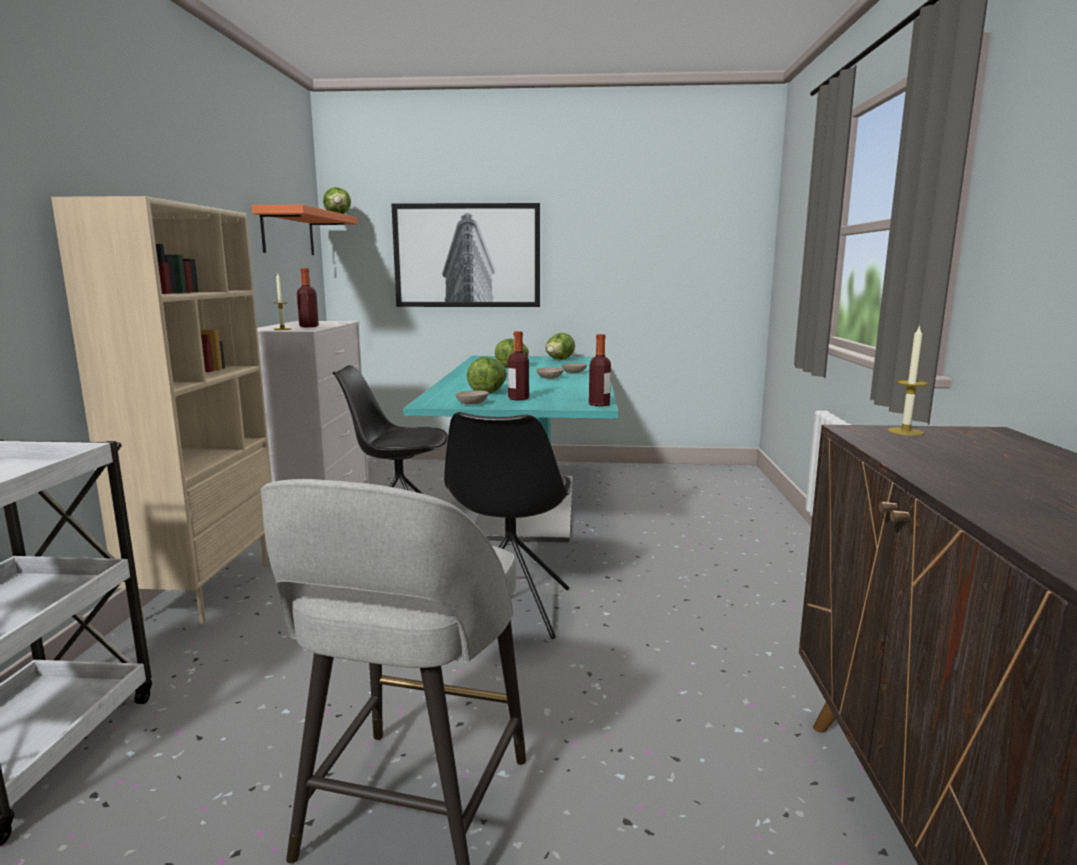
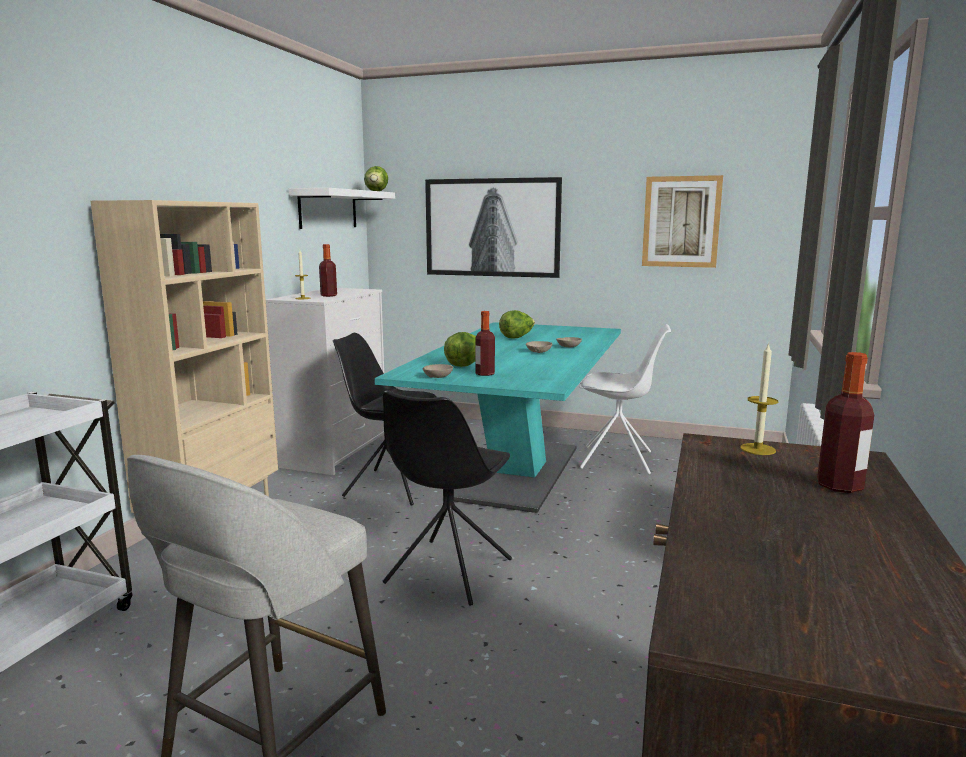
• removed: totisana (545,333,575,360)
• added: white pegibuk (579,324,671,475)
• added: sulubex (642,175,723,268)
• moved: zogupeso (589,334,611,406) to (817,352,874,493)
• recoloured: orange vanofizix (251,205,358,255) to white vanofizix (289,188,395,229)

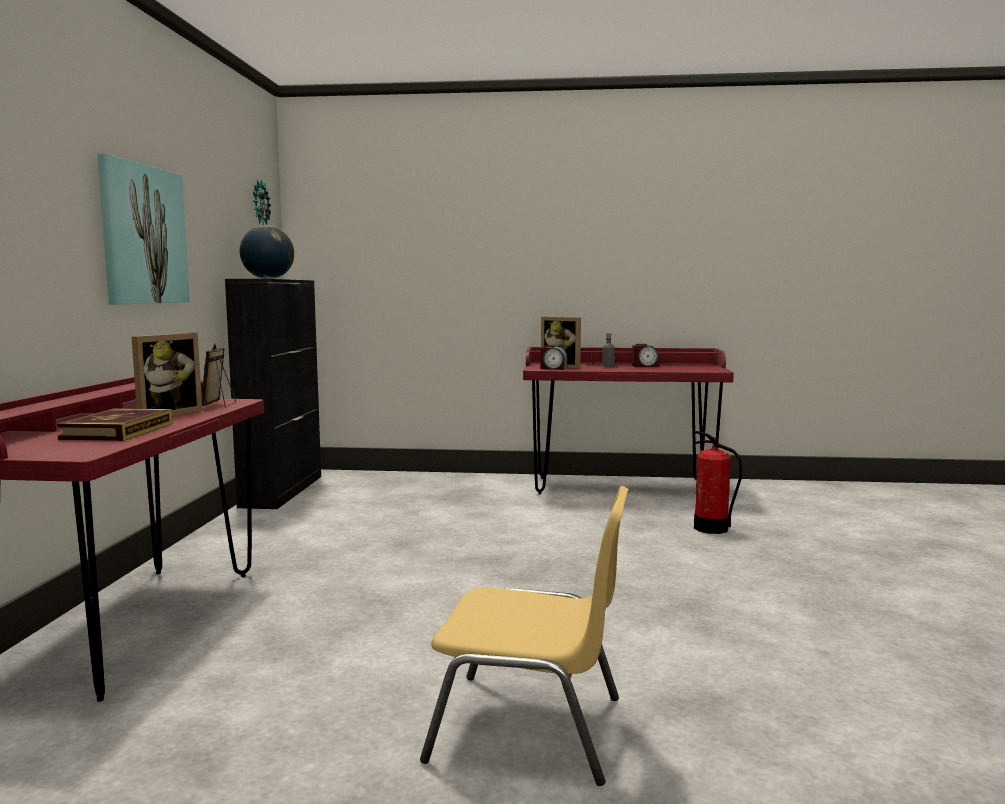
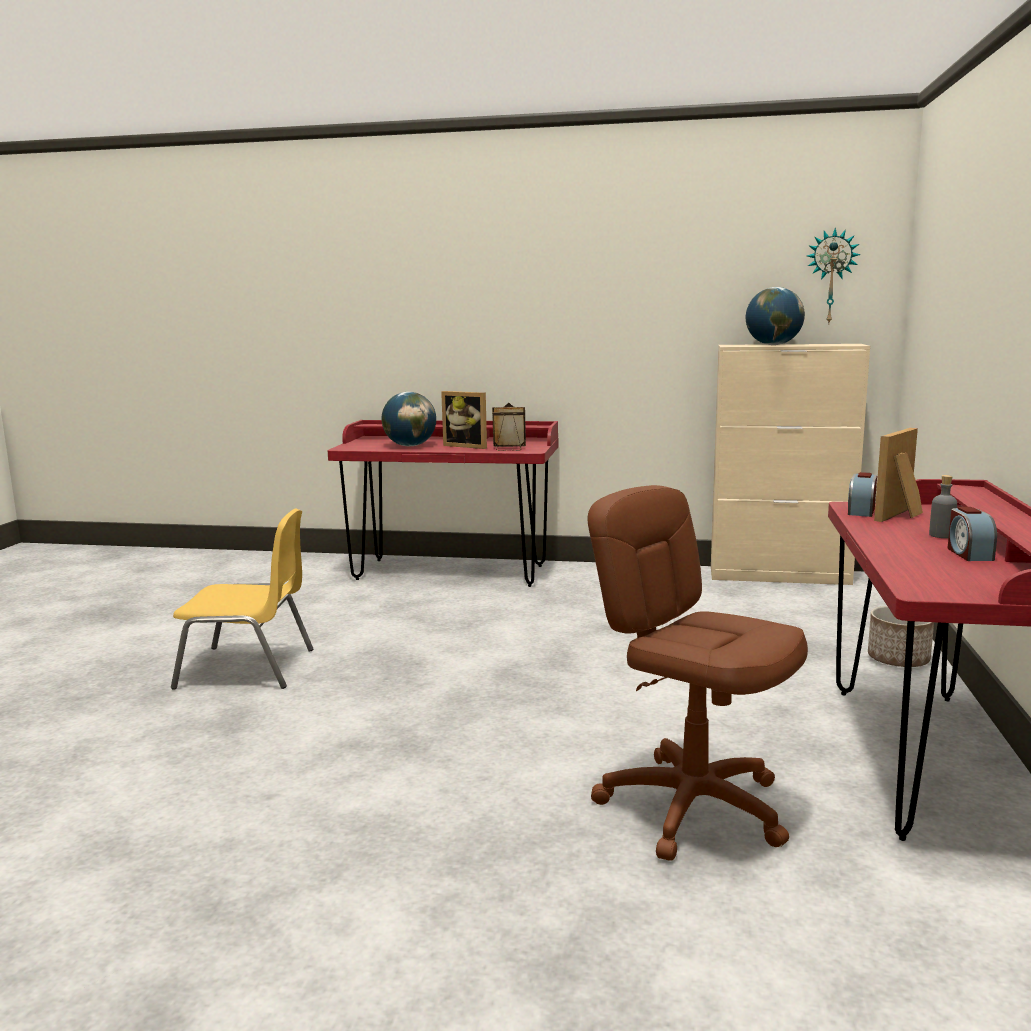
• removed: sulubex (97,153,190,305)
• added: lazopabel (868,606,934,667)
• replaced: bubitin (56,409,173,441) to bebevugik (382,392,436,446)
• replaced: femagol (694,431,742,534) to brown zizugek (588,485,808,861)
• recoloured: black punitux (225,279,321,509) to beige punitux (711,344,870,585)
• turned: yellow pegibuk (420,486,629,786) = (171,508,314,690) 105 degrees counterclockwise

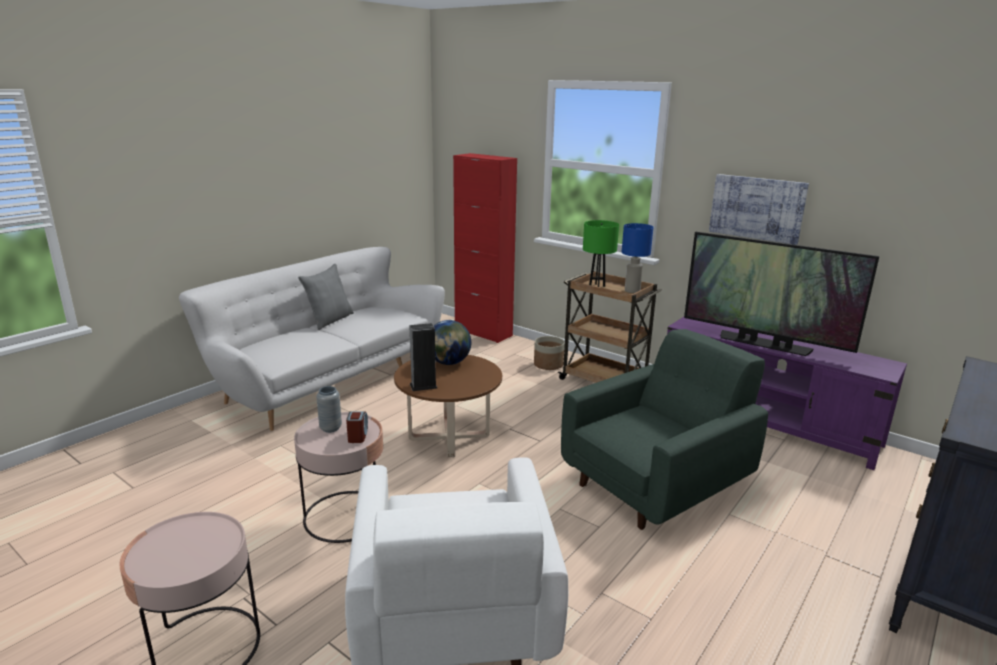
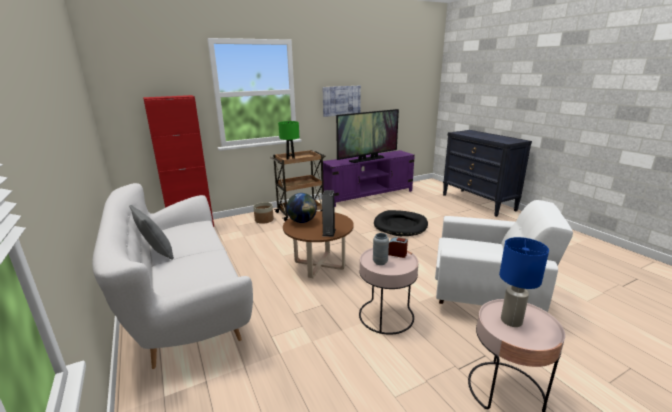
• moved: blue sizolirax (622,223,654,293) to (499,237,549,327)
• replaced: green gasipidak (561,329,768,530) to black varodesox (374,210,428,236)

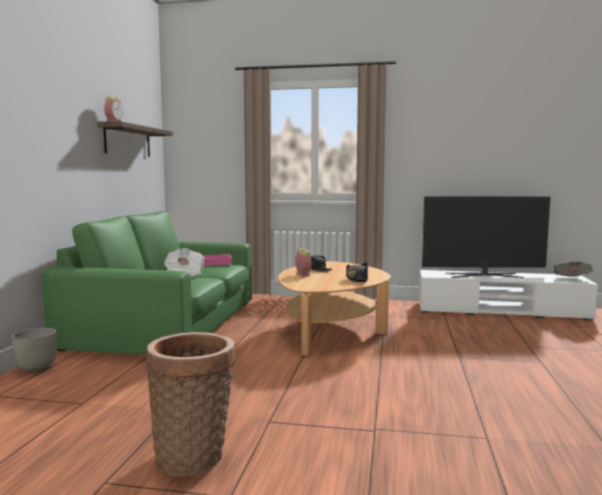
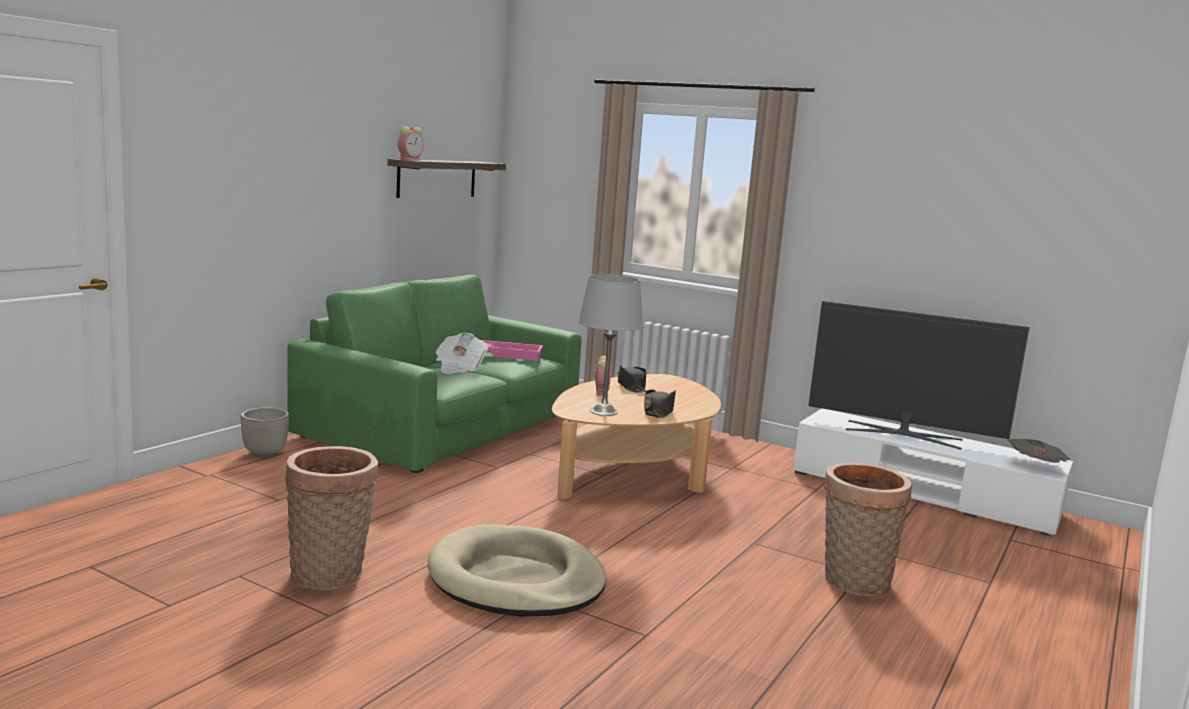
• added: beige varodesox (428,524,607,617)
• added: grey sizolirax (578,274,643,416)
• added: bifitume (824,462,912,597)

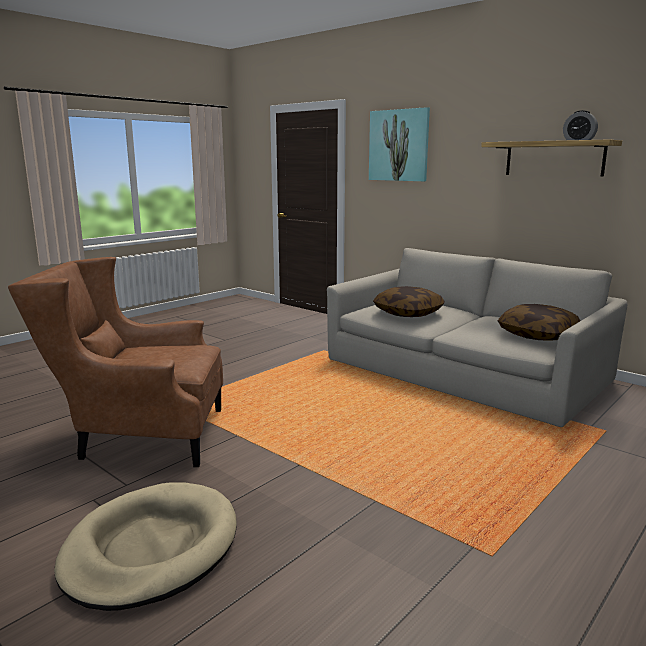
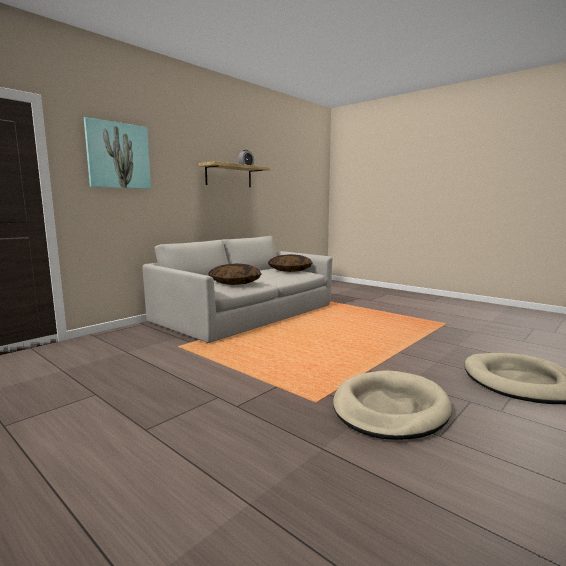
• replaced: brown gasipidak (8,257,223,467) to beige varodesox (333,370,452,440)

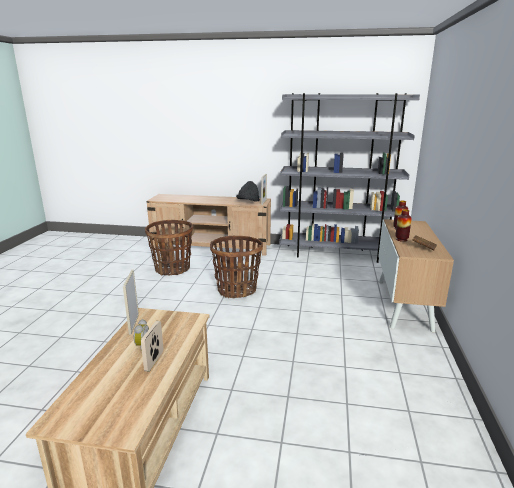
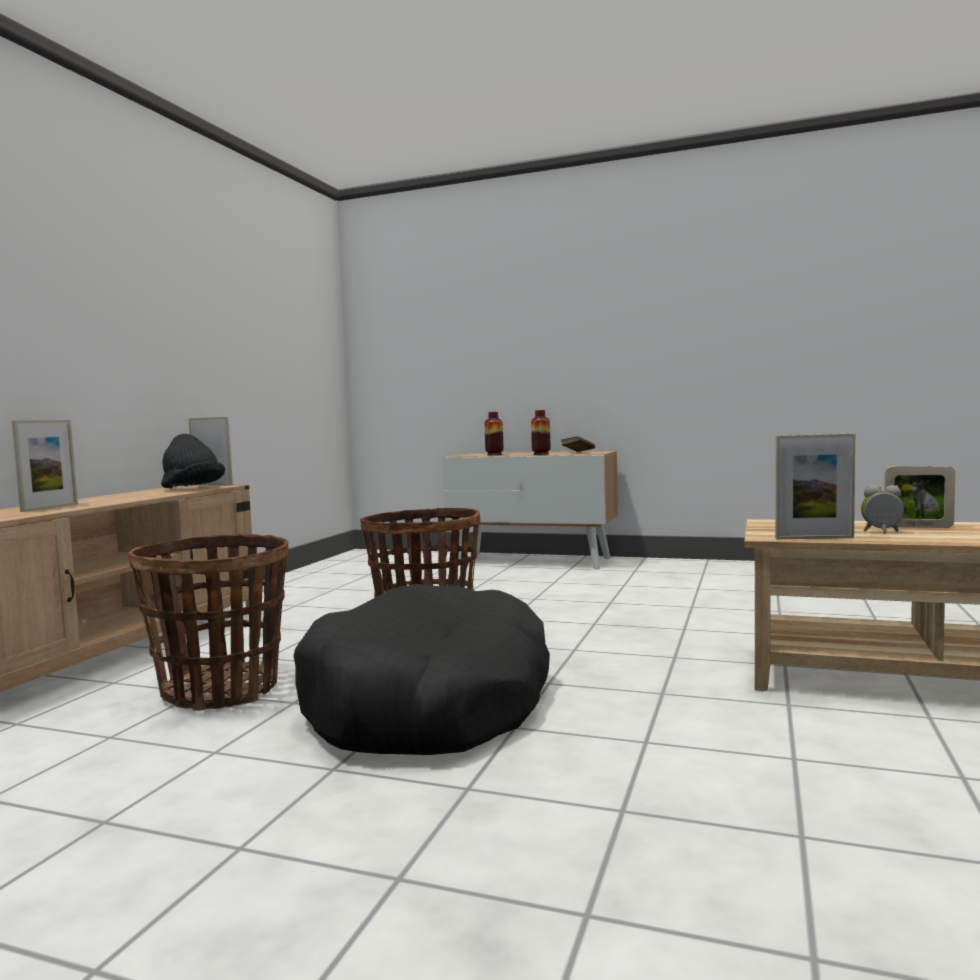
• removed: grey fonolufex (279,93,420,263)
• added: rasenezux (12,420,78,512)
• added: black varodesox (294,584,550,755)

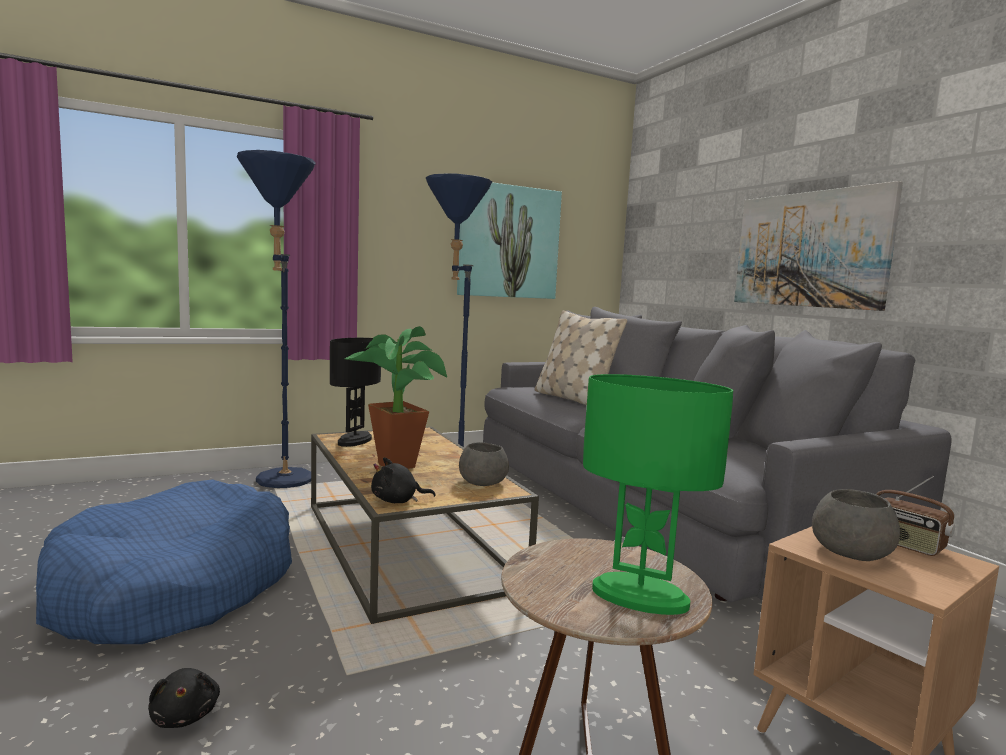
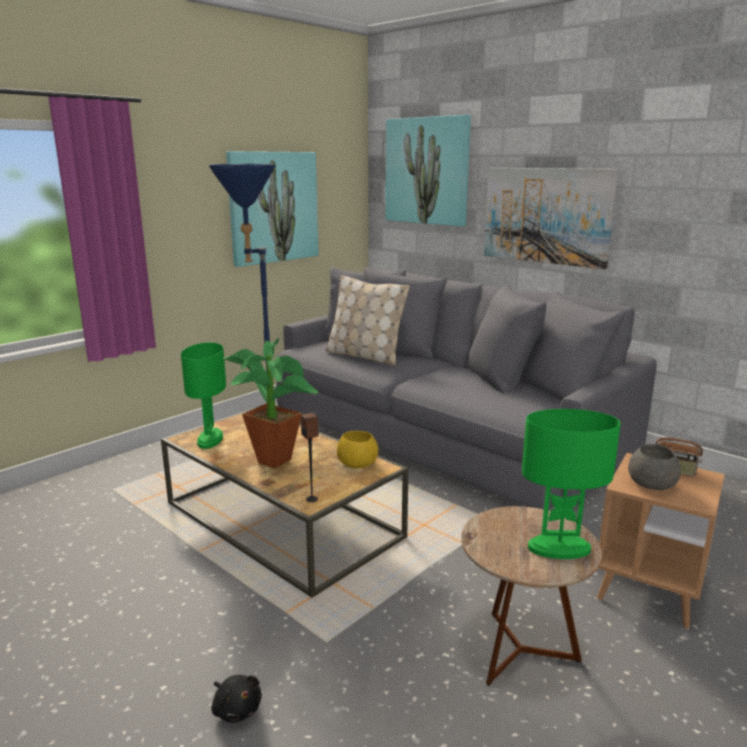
• removed: blue varodesox (36,479,292,644)
• removed: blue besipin (237,150,316,488)
• added: sulubex (385,115,471,227)
• replaced: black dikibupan (371,457,436,503) to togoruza (301,413,319,502)
• recoloured: black sizolirax (330,338,381,447) to green sizolirax (181,342,226,449)
• recoloured: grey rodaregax (459,442,509,486) to yellow rodaregax (337,431,378,468)

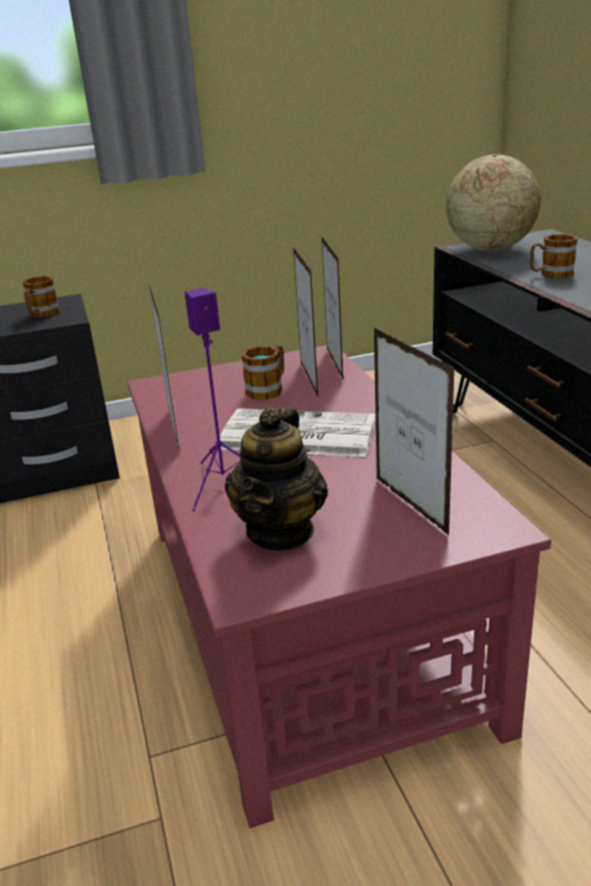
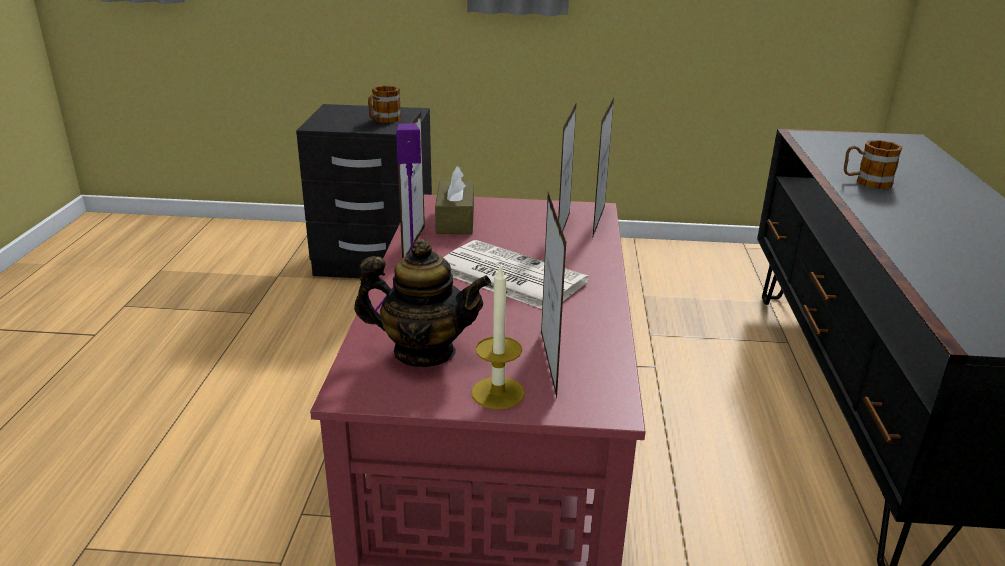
• removed: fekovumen (241,345,284,400)
• removed: bebevugik (446,154,541,251)
• added: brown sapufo (435,166,474,234)
• added: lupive (471,264,525,409)
• turned: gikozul (225,406,328,551) = (354,239,491,367) 120 degrees counterclockwise

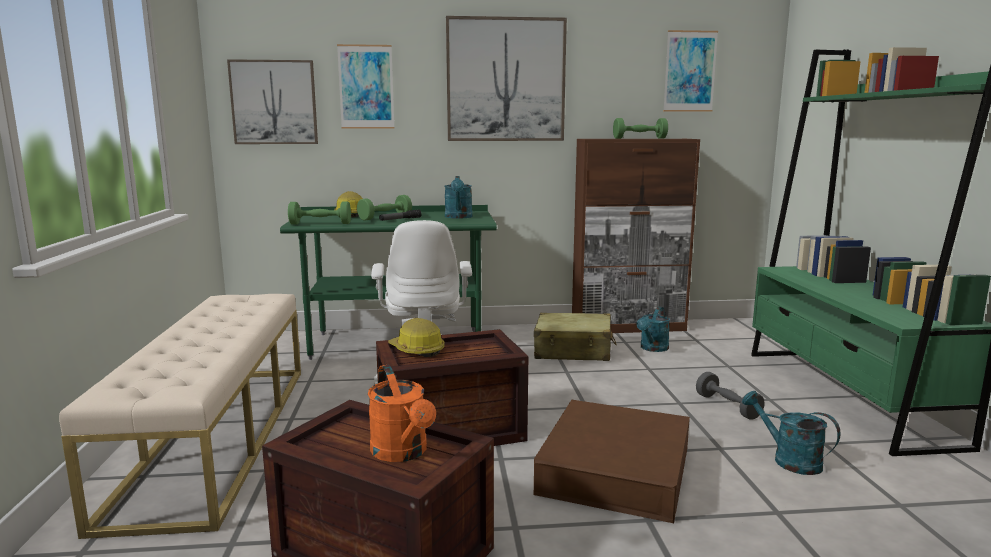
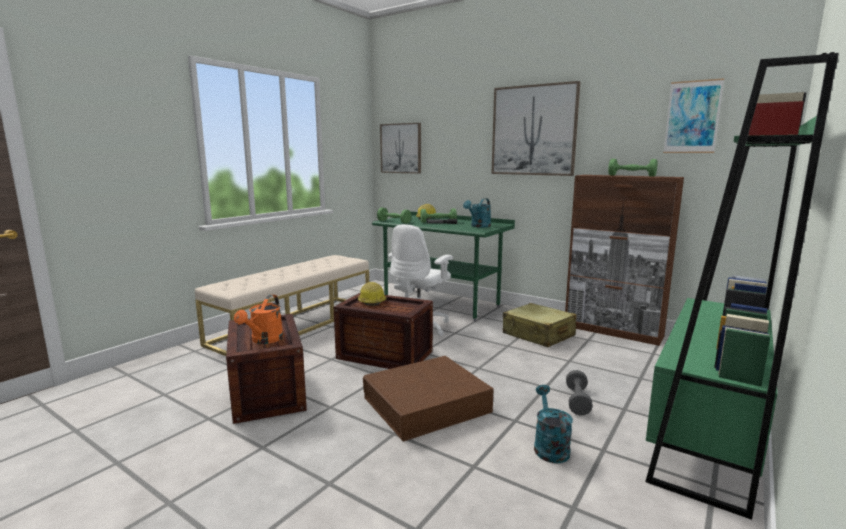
• removed: sulubex (337,44,394,129)
• removed: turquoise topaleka (637,306,670,352)

